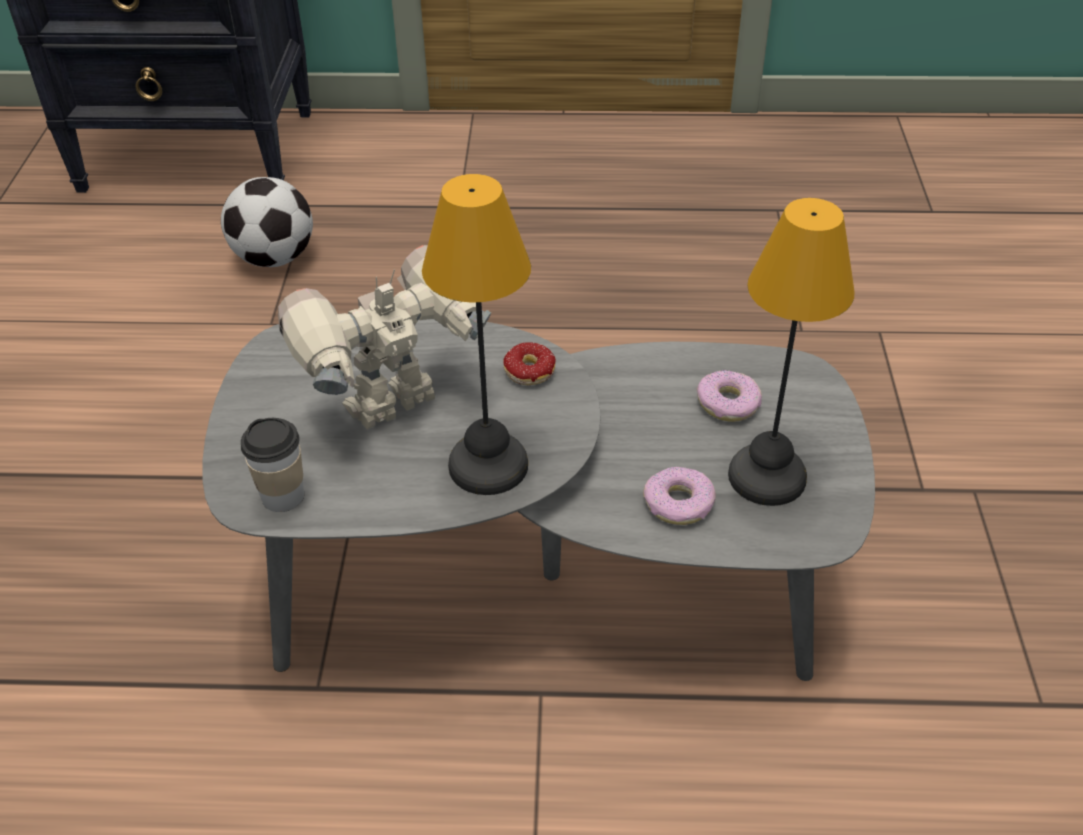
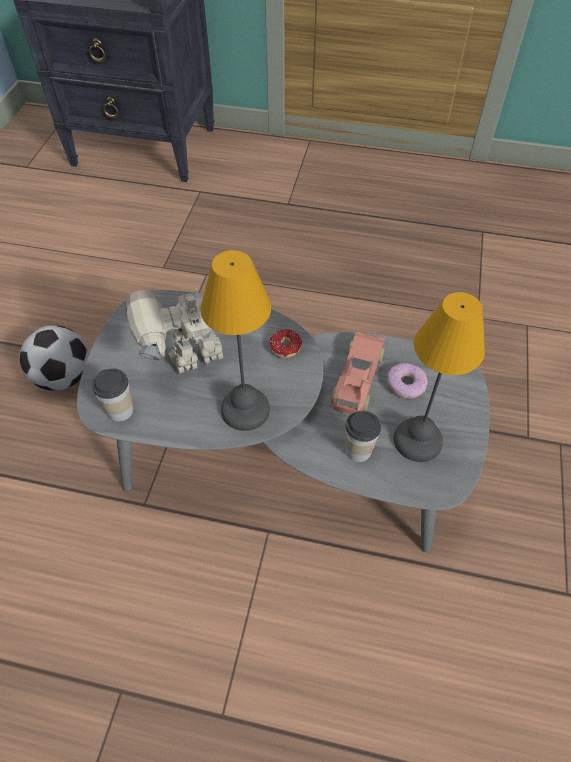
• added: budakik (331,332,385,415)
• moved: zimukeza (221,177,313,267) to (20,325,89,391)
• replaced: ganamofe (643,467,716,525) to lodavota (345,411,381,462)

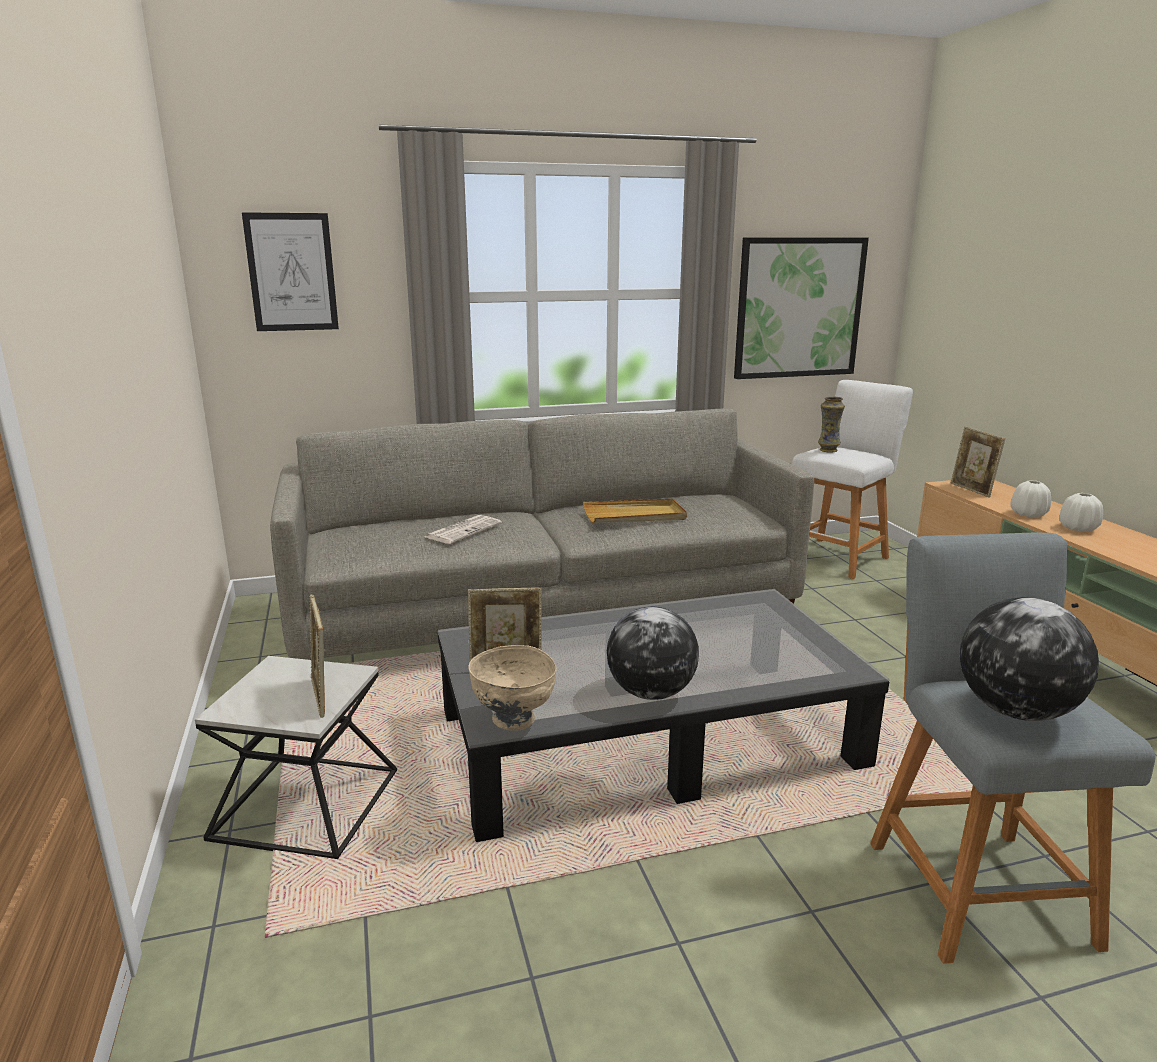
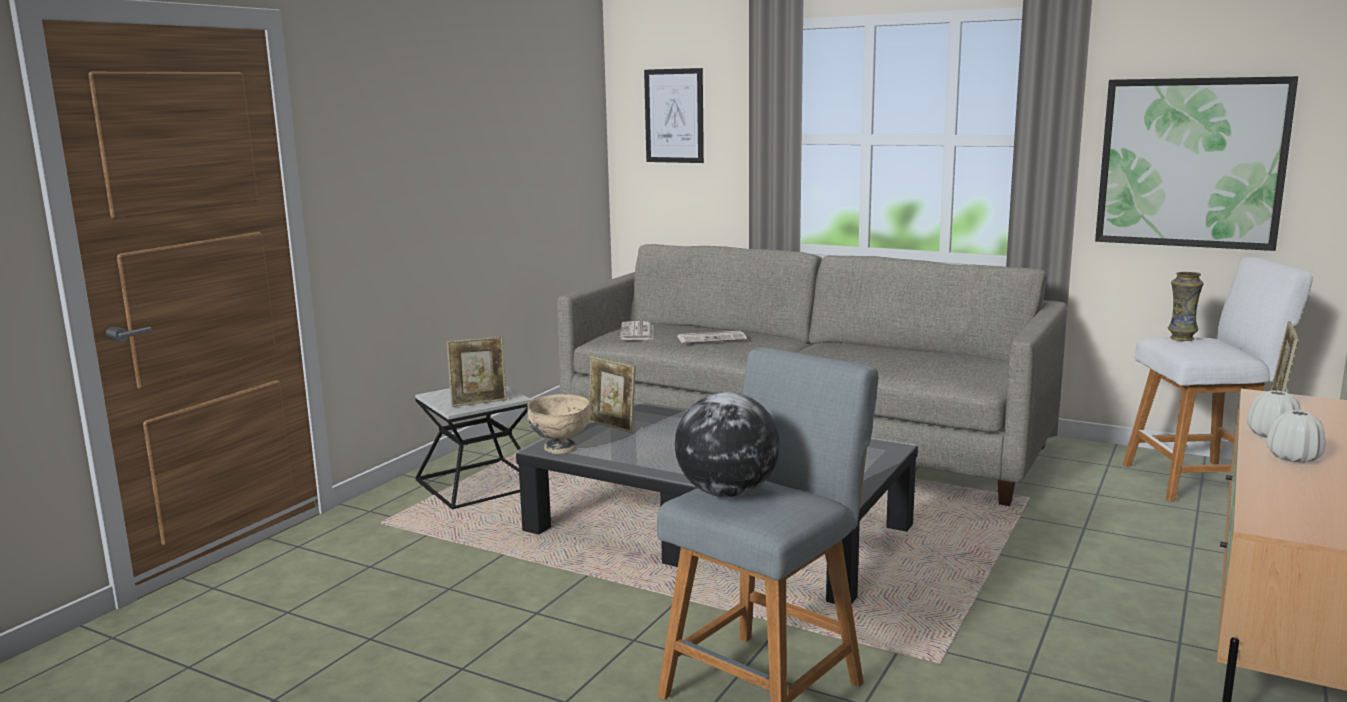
• removed: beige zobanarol (583,499,687,523)
• removed: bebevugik (607,607,699,700)
• added: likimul (620,321,653,340)
• turned: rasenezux (309,594,325,718) = (447,337,507,407) 135 degrees counterclockwise

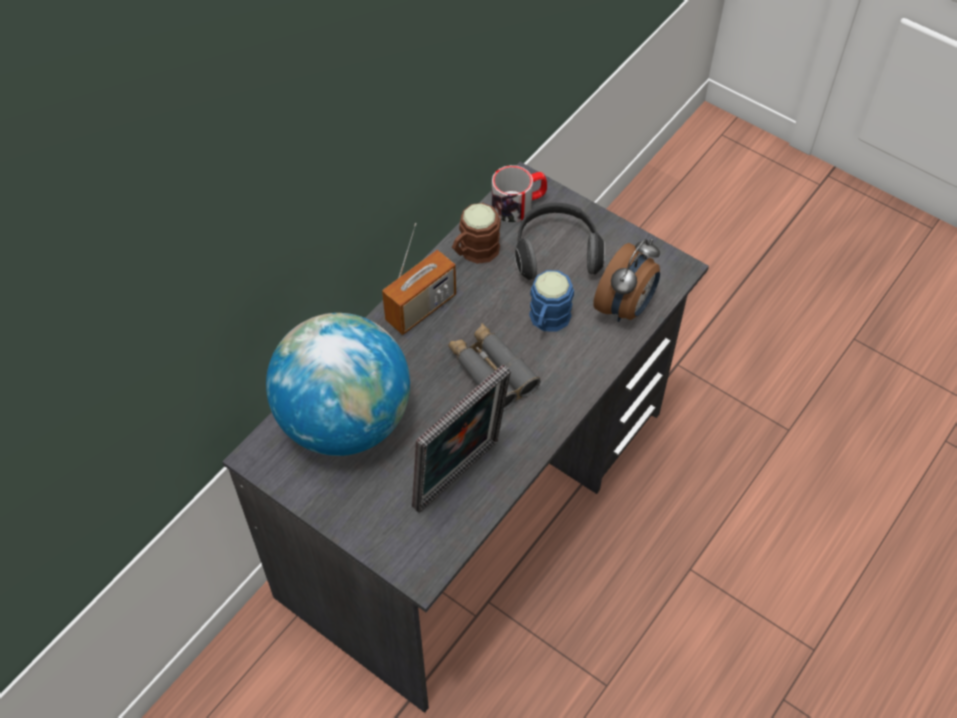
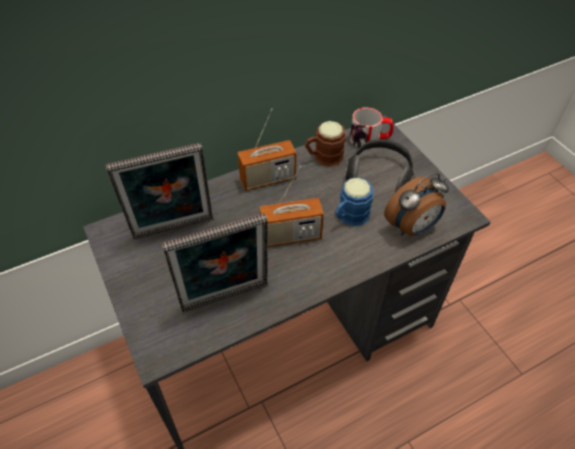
• replaced: bebevugik (266,313,410,456) to rasenezux (106,143,213,239)
• replaced: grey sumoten (448,323,541,411) to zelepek (260,165,324,247)

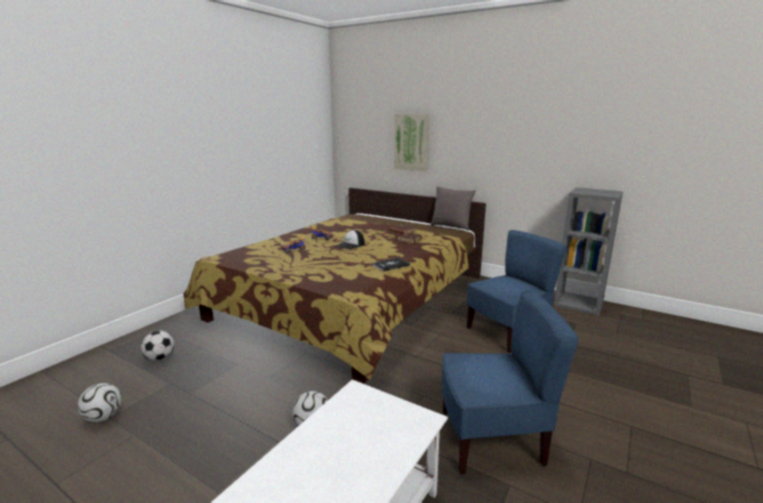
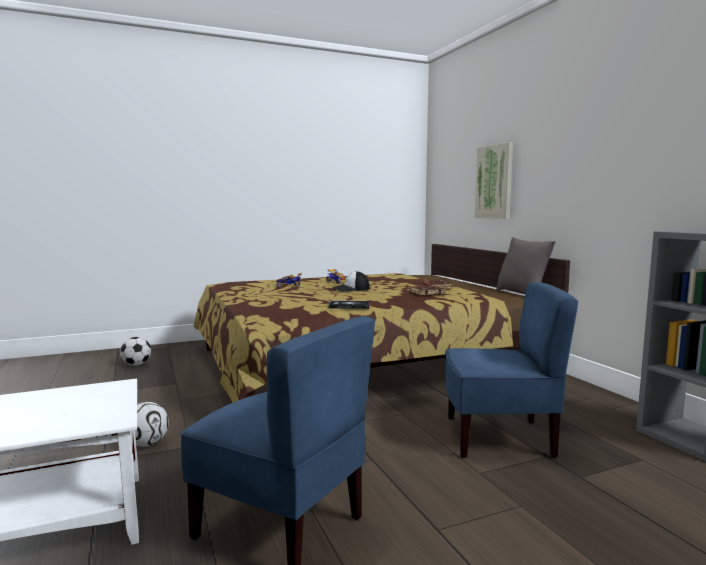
• removed: zimukeza (77,383,122,422)

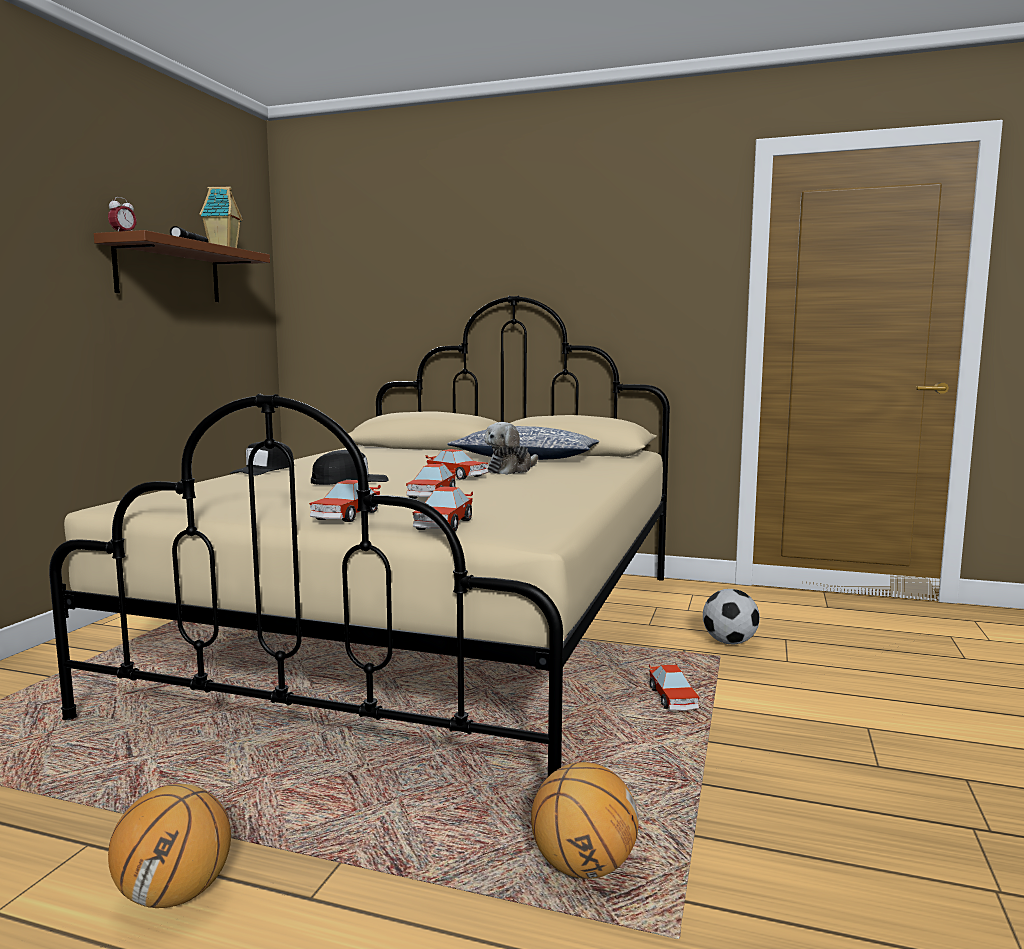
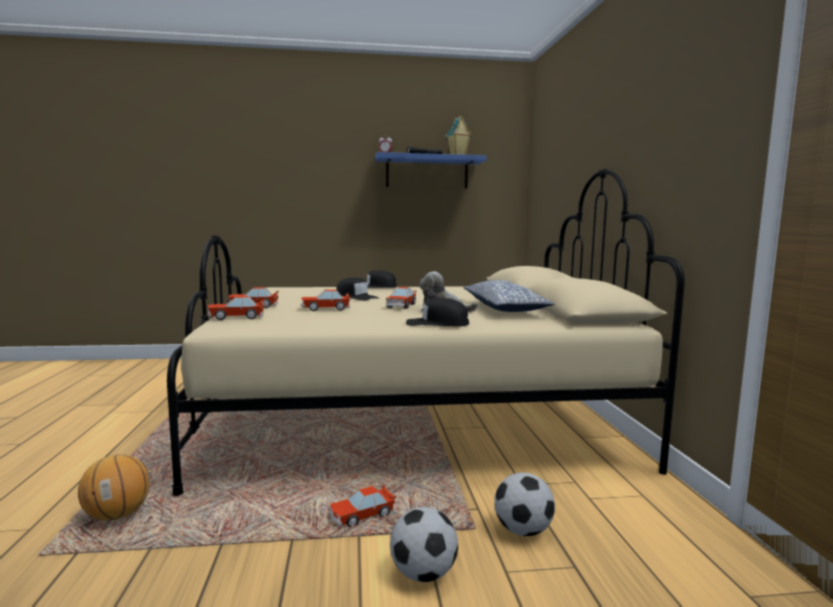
• removed: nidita (108,784,231,908)
• added: zimukeza (390,507,458,582)
• added: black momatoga (406,298,469,326)
• recoloured: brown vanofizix (94,230,270,302) to blue vanofizix (375,152,487,189)

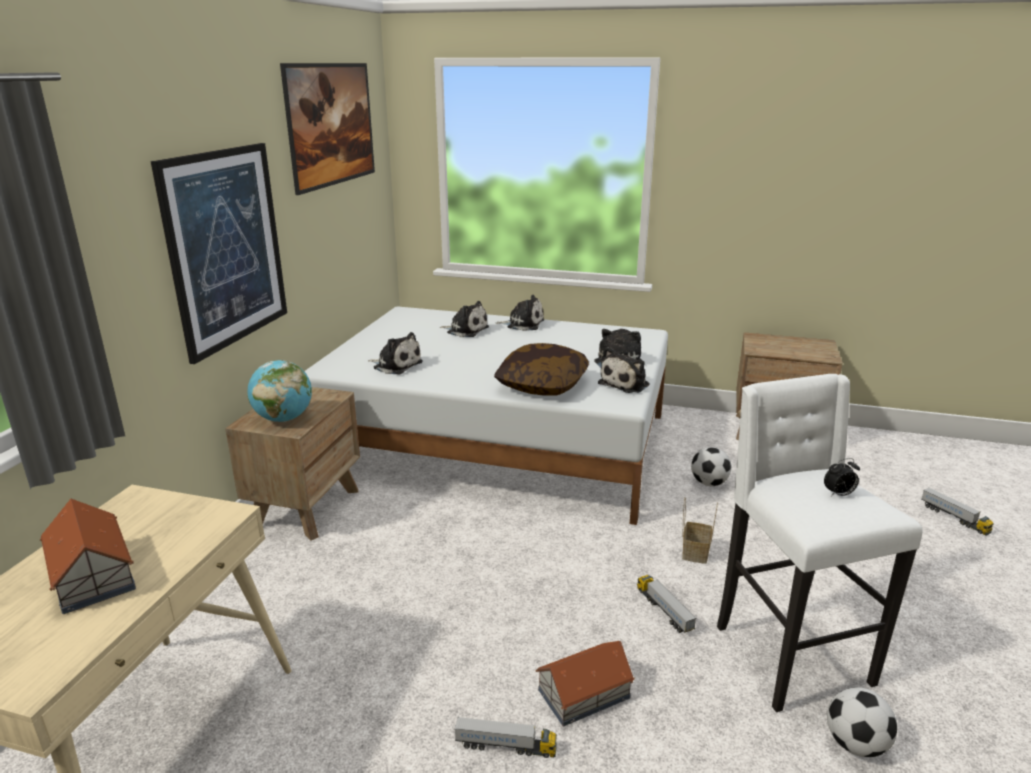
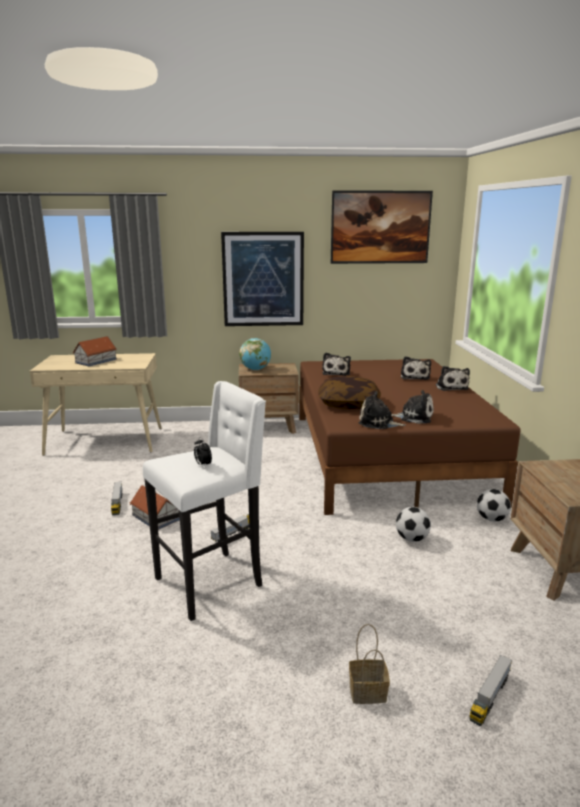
• moved: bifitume (682,497,718,564) to (349,624,390,704)
• moved: zimukeza (827,687,898,757) to (477,489,511,522)
• recoloured: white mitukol (304,306,668,525) to brown mitukol (299,359,520,515)

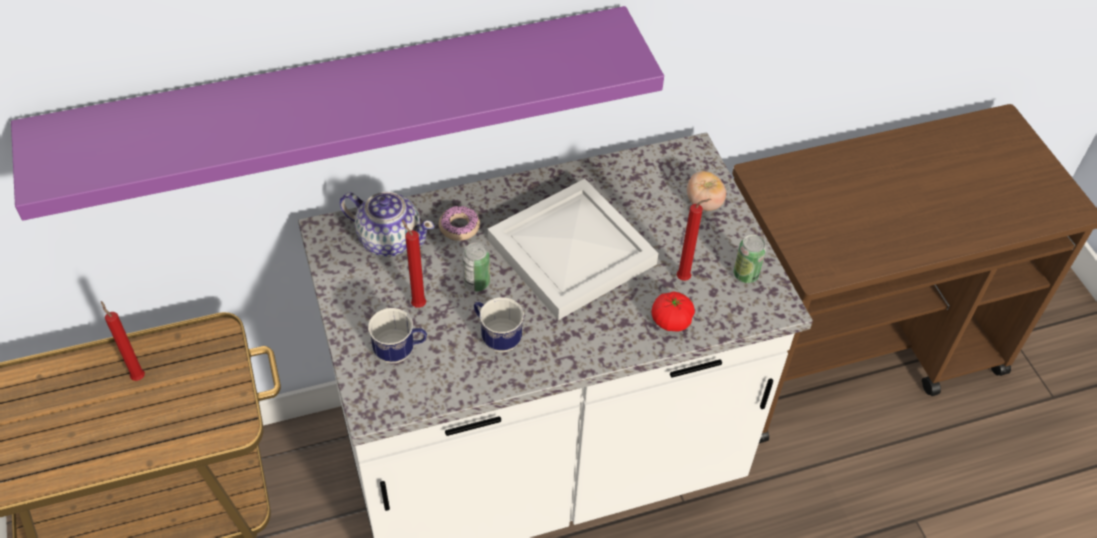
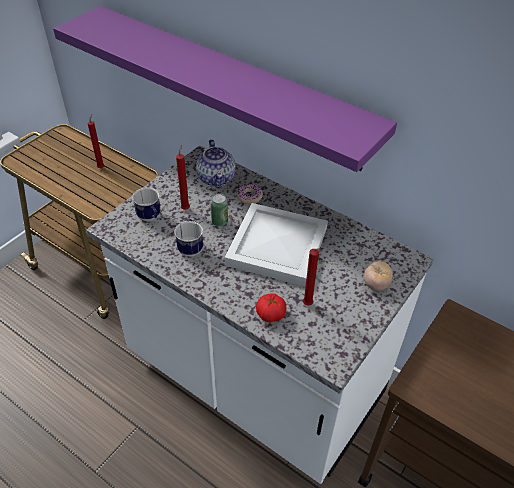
• removed: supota (733,235,766,283)

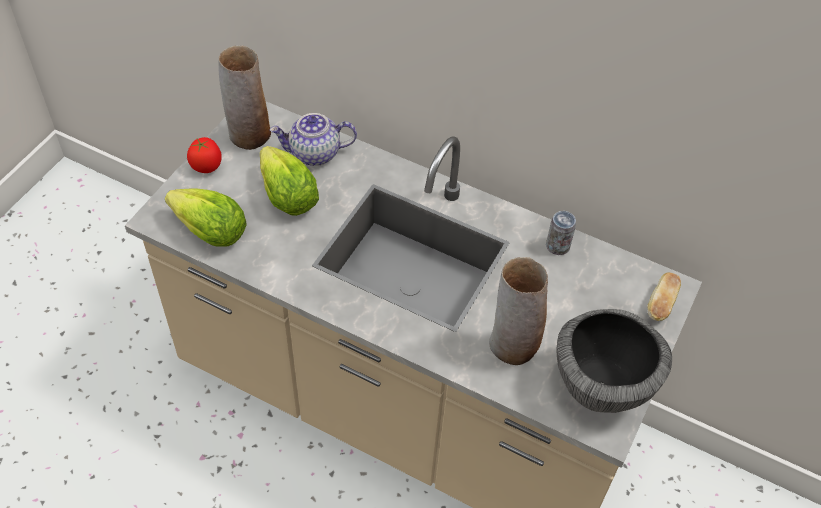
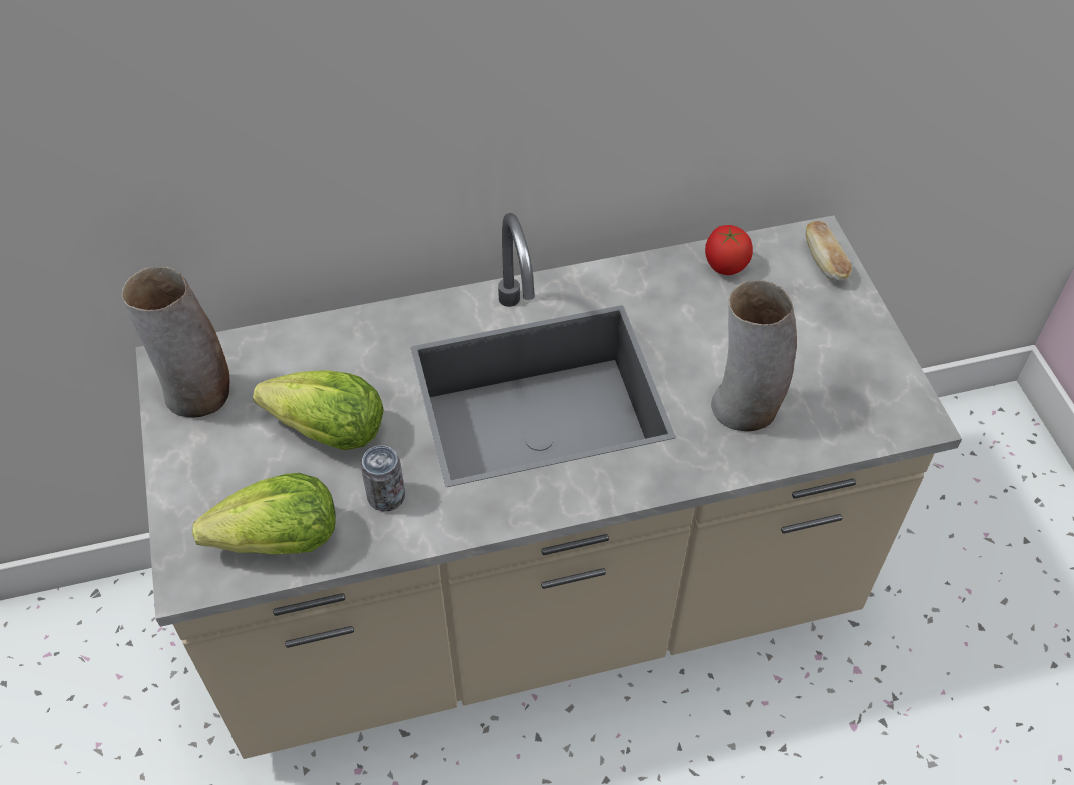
• removed: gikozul (270,113,357,166)
• removed: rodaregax (557,309,672,413)
• moved: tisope (187,137,222,173) to (705,225,753,275)
• moved: supota (546,211,576,255) to (361,445,405,512)

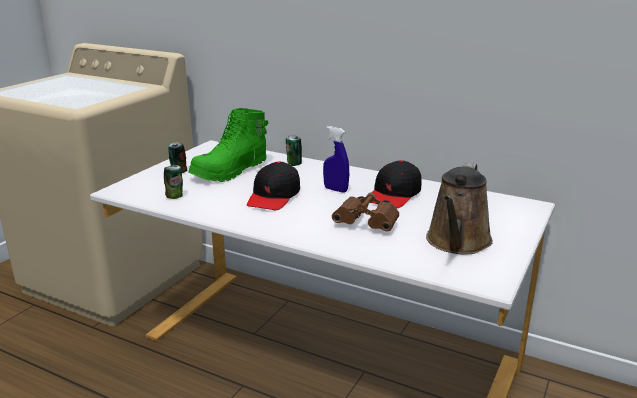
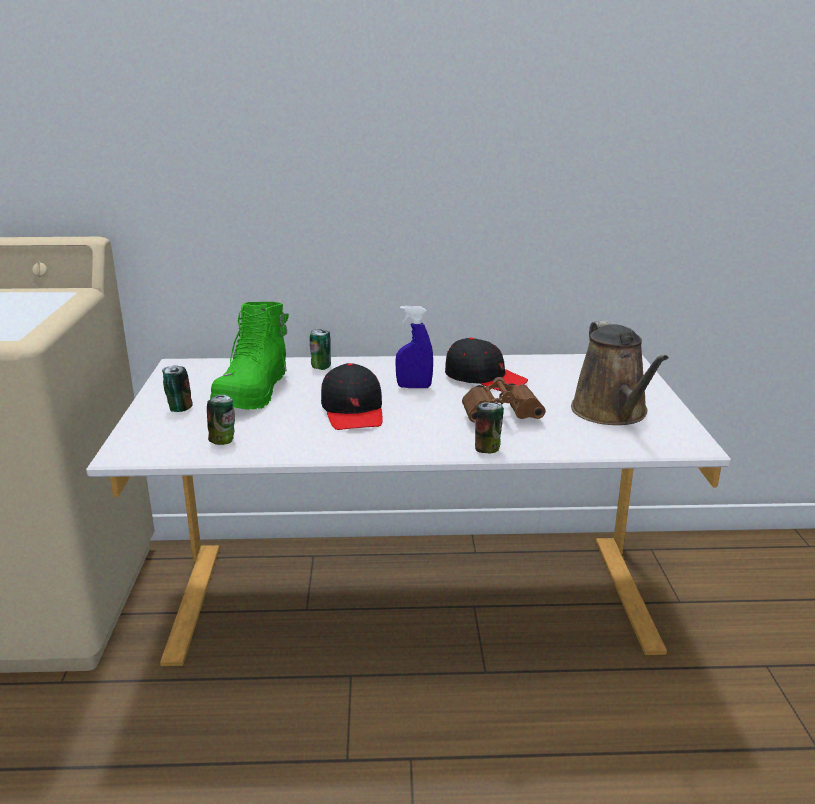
• added: supota (475,402,504,453)
• turned: black momatoga (370,160,422,209) = (445,338,528,391) 60 degrees counterclockwise

